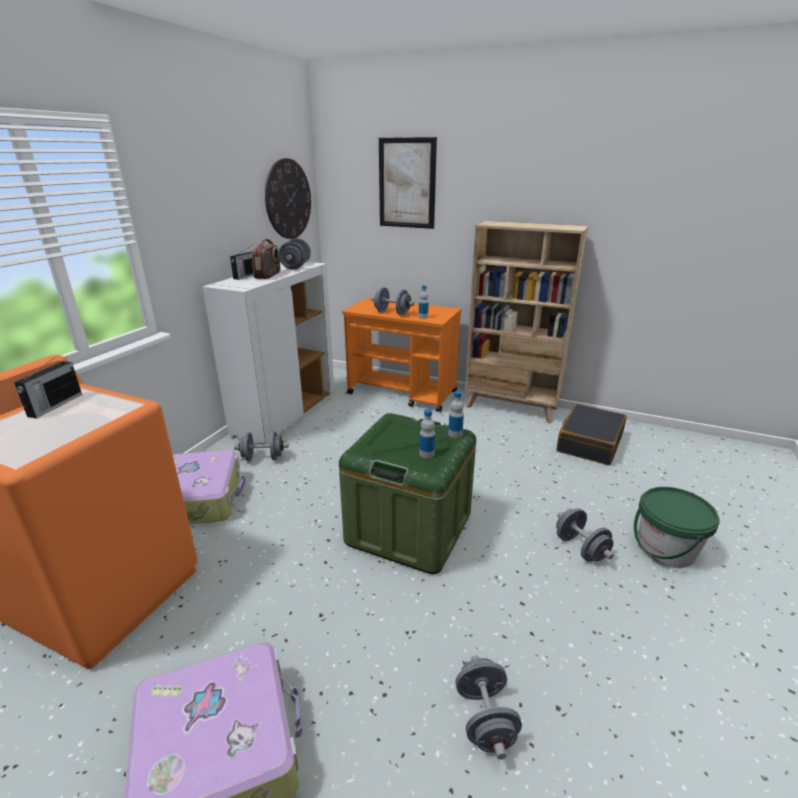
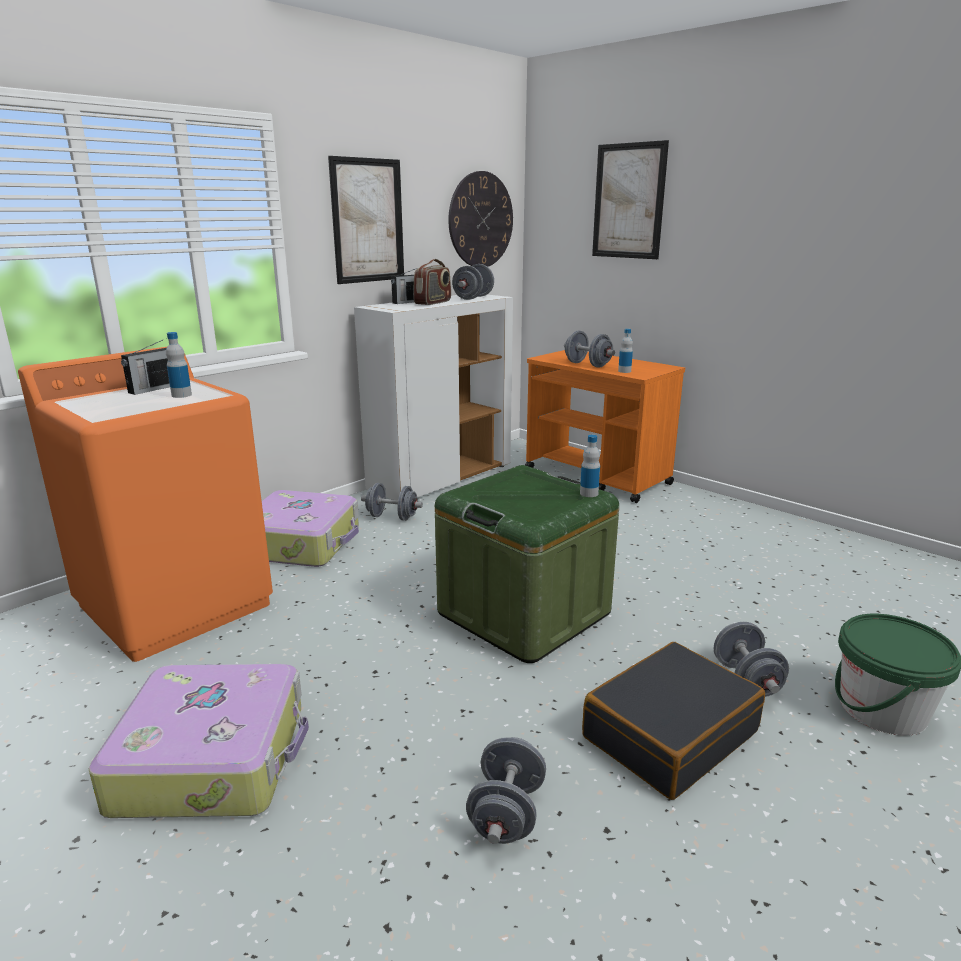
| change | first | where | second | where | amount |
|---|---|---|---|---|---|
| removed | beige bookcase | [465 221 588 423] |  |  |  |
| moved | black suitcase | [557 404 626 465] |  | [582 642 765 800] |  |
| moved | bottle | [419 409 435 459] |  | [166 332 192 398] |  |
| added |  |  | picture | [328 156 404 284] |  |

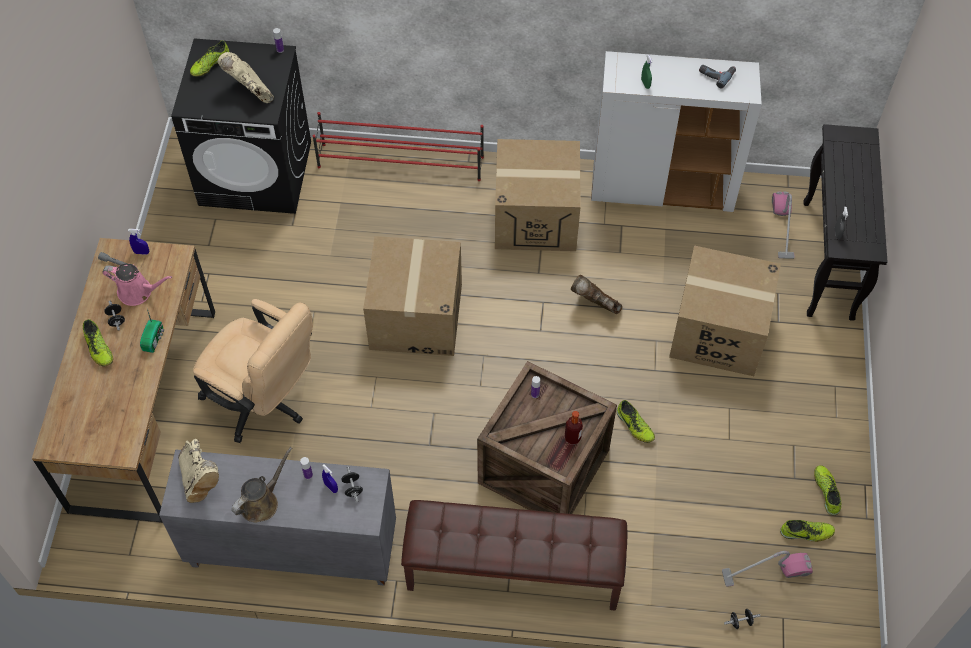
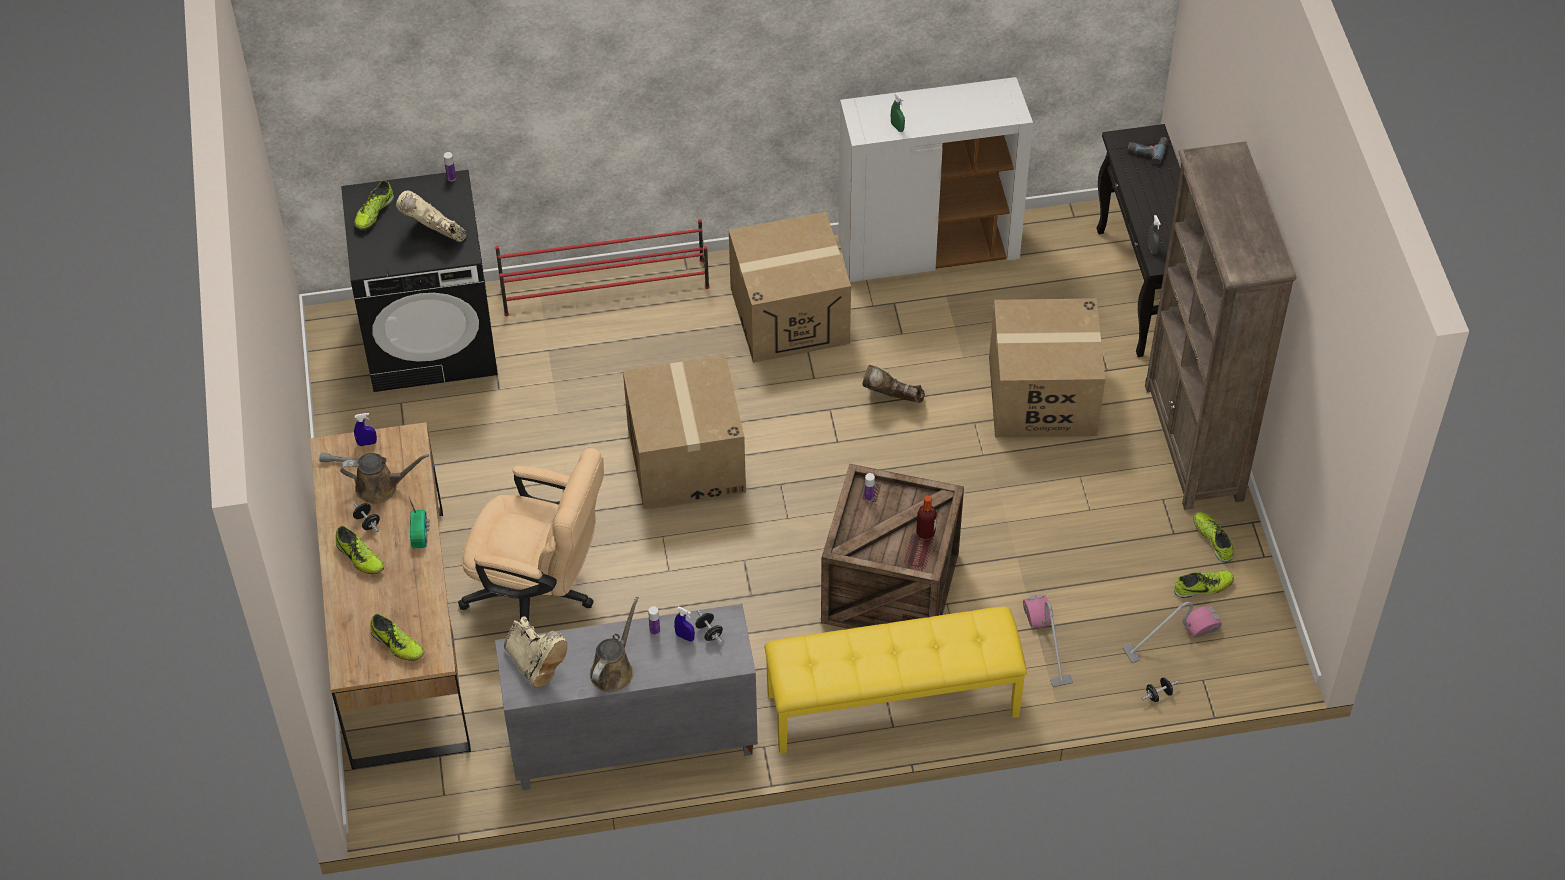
| change | first | where | second | where | amount |
|---|---|---|---|---|---|
| moved | power drill | [699 65 736 89] |  | [1127 137 1168 164] |  |
| moved | vacuum cleaner | [772 191 795 259] |  | [1023 594 1073 687] |  |
| recoloured | pink watering can | [102 263 172 306] | brown watering can | [340 453 429 504] |  |
| moved | shoe | [617 400 655 443] |  | [371 613 424 661] |  |
| recoloured | brown bench | [401 500 627 611] | yellow bench | [764 607 1027 753] |  |
| added |  |  | brown bookcase | [1145 141 1296 510] |  |

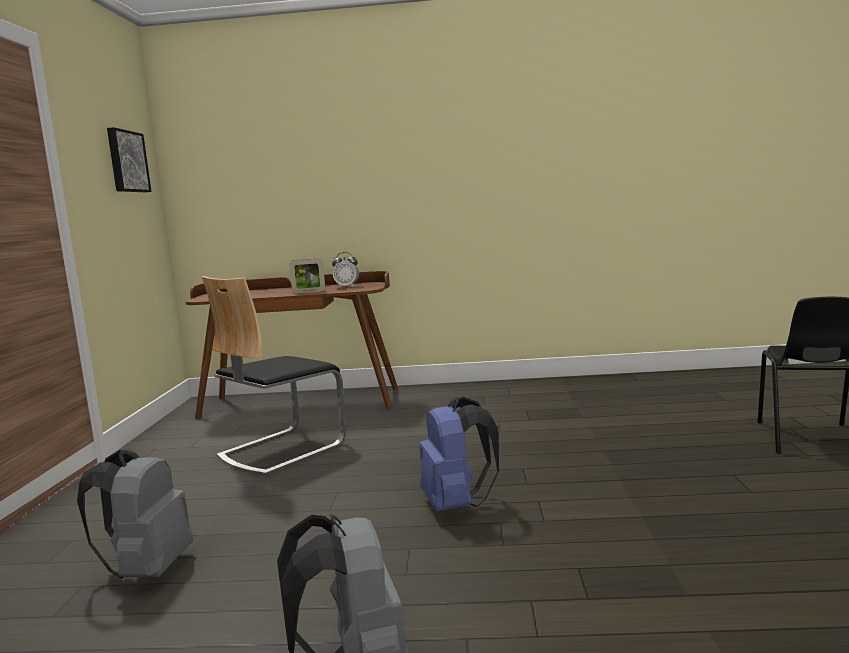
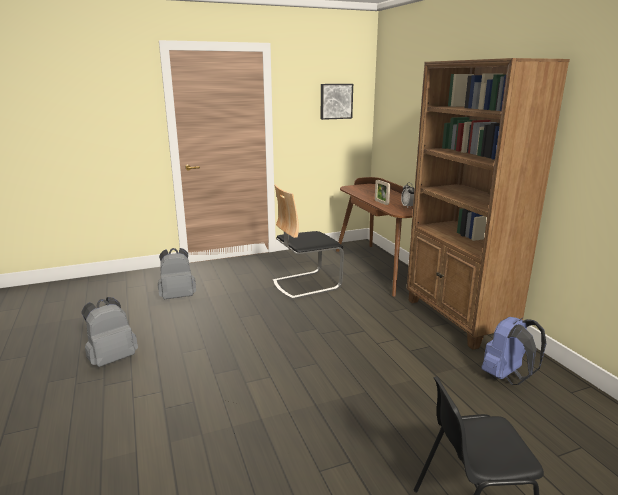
| change | first | where | second | where | amount |
|---|---|---|---|---|---|
| turned | chair | [202 276 346 476] |  | [273 185 344 300] | 45 degrees counterclockwise |
| moved | blue backpack | [419 397 499 512] |  | [481 317 546 385] |  |
| added |  |  | brown bookcase | [407 58 570 350] |  |

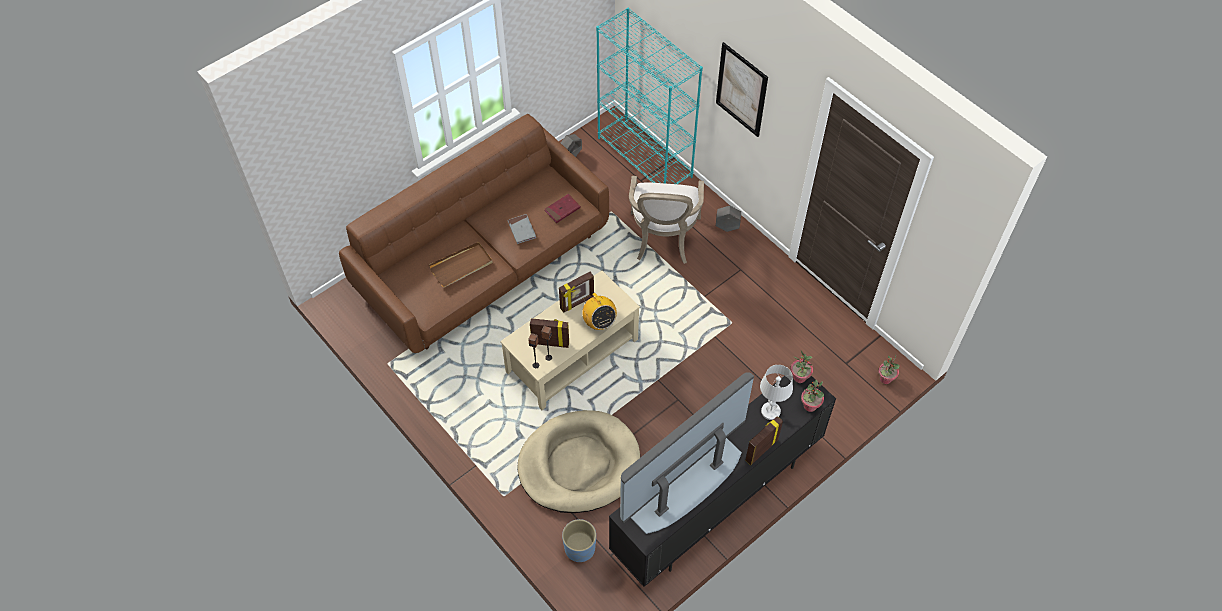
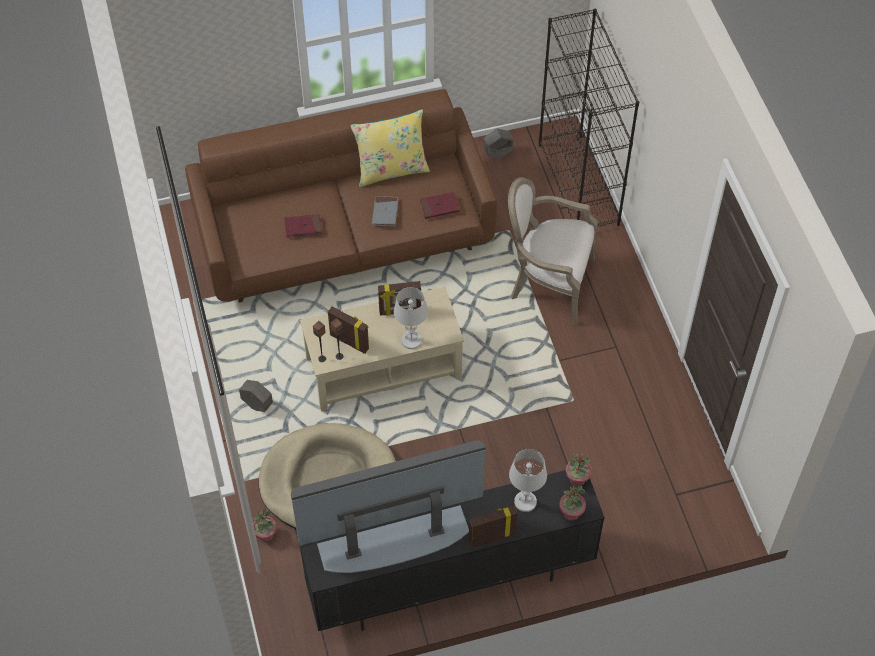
| change | first | where | second | where | amount |
|---|---|---|---|---|---|
| recoloured | turquoise bookcase | [596 8 703 184] | black bookcase | [539 9 639 227] |  |
| removed | picture | [716 42 768 137] |  |  |  |
| turned | armchair | [629 176 704 264] |  | [508 177 598 325] | 75 degrees clockwise |
| moved | grey planter | [716 206 741 232] |  | [239 380 273 412] |  |
| replaced | brown tray | [428 242 493 287] | red book | [284 214 322 238] |  |
| replaced | radio | [582 293 617 330] | white table lamp | [394 287 428 349] |  |
| moved | potted plant | [878 355 899 384] |  | [252 508 277 542] |  |
| removed | blue planter | [562 519 596 562] |  |  |  |
| added |  |  | yellow pillow | [350 109 430 187] |  |

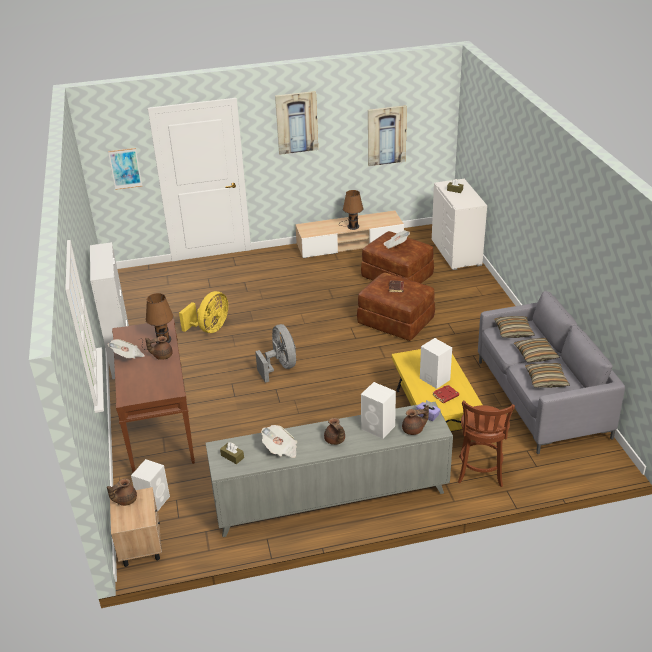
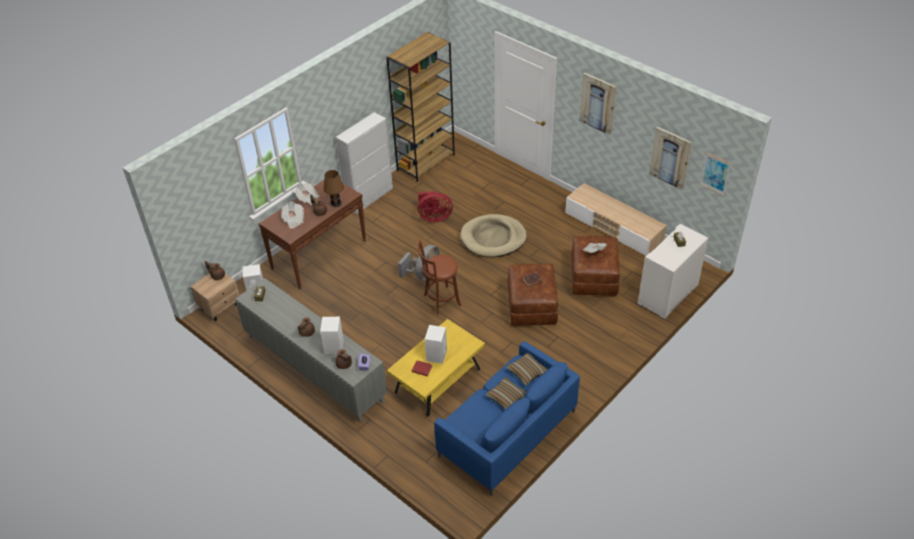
| change | first | where | second | where | amount |
|---|---|---|---|---|---|
| moved | picture | [108 148 142 190] |  | [700 153 731 195] |  |
| removed | brown table lamp | [340 190 363 230] |  |  |  |
| recoloured | yellow fan | [179 291 228 333] | red fan | [418 191 453 222] |  |
| recoloured | grey sofa | [478 291 625 454] | blue sofa | [434 341 580 496] |  |
| removed | pillow | [525 363 570 388] |  |  |  |
| moved | brown stool | [458 400 515 487] |  | [417 240 461 315] |  |
| moved | newspaper | [261 425 297 458] |  | [281 202 304 229] |  |
| added |  |  | brown bookcase | [386 32 455 182] |  |
| added |  |  | beige dog bed | [460 214 527 257] |  |

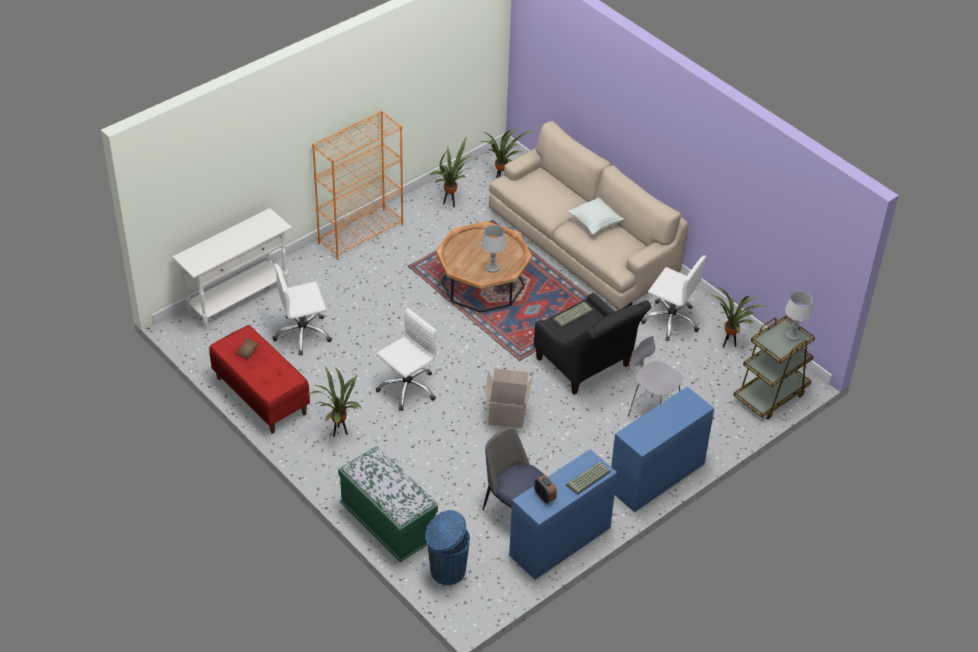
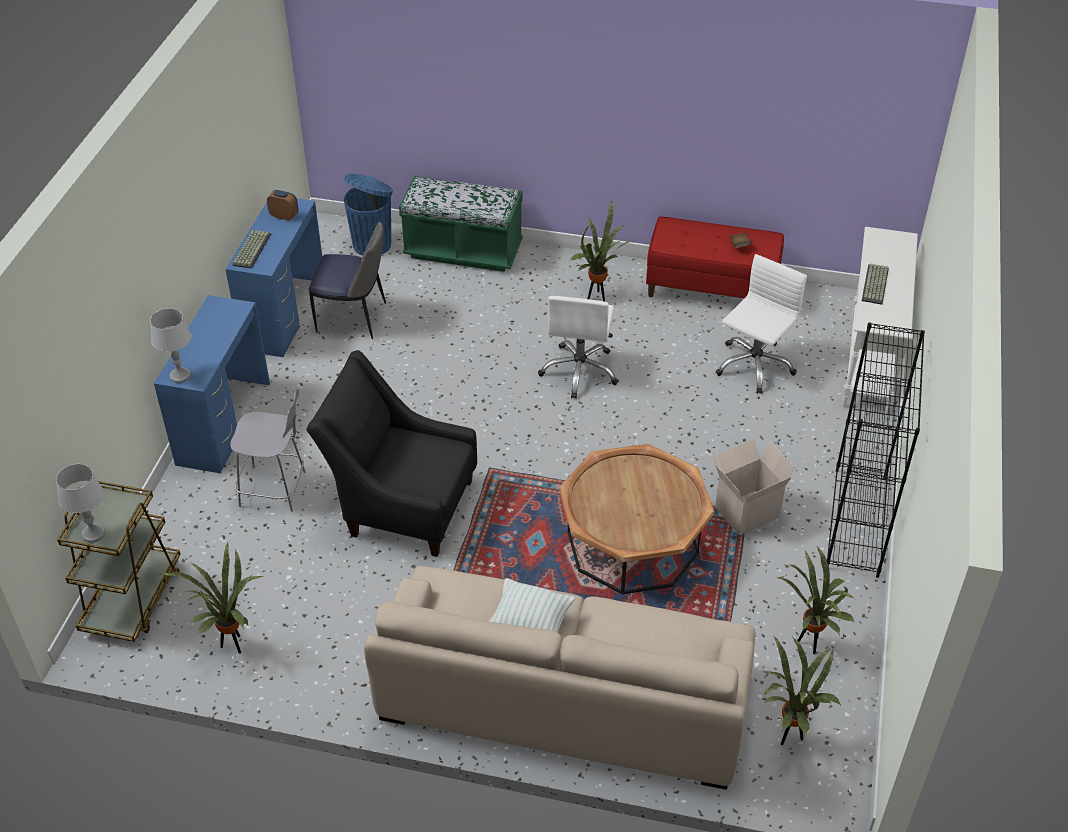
| change | first | where | second | where | amount |
|---|---|---|---|---|---|
| recoloured | orange bookcase | [312 111 403 260] | black bookcase | [827 322 925 578] |  |
| moved | grey table lamp | [481 225 506 273] |  | [150 308 191 383] |  |
| removed | white office chair | [641 255 706 341] |  |  |  |
| moved | keyboard | [553 302 594 328] |  | [862 263 889 305] |  |
| moved | cardboard box | [484 368 533 428] |  | [713 439 794 535] |  |

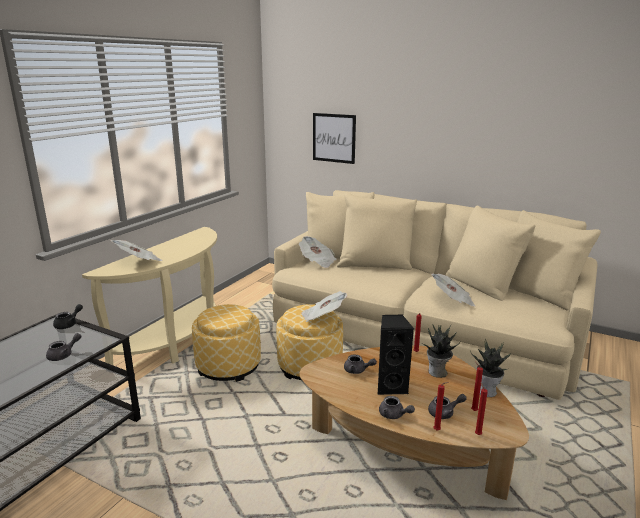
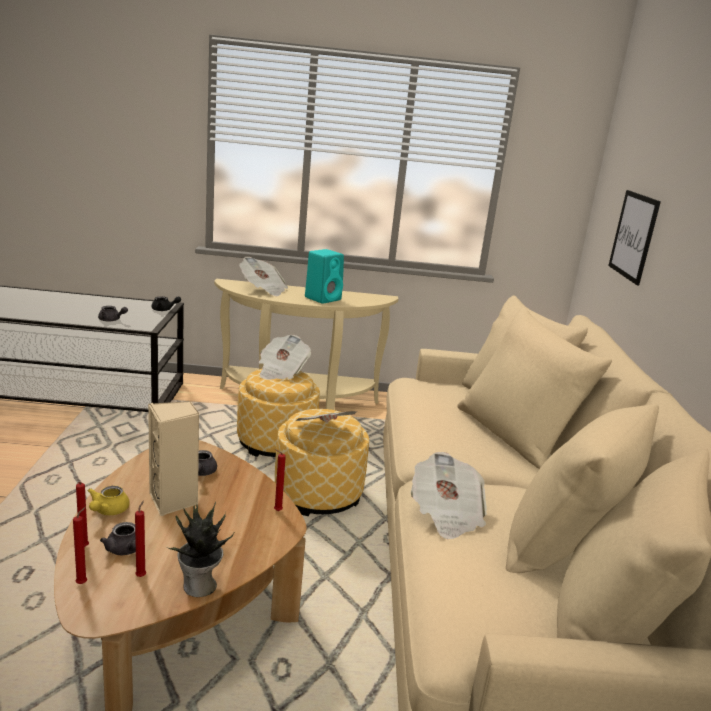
| change | first | where | second | where | amount |
|---|---|---|---|---|---|
| moved | newspaper | [299 236 337 268] |  | [259 335 311 379] |  |
| recoloured | black speaker | [377 315 414 395] | beige speaker | [148 401 200 516] |  |
| removed | potted plant | [423 325 459 378] |  |  |  |
| recoloured | grey teapot | [379 396 415 419] | yellow teapot | [88 486 130 515] |  |
| added |  |  | turquoise speaker | [305 249 344 304] |  |

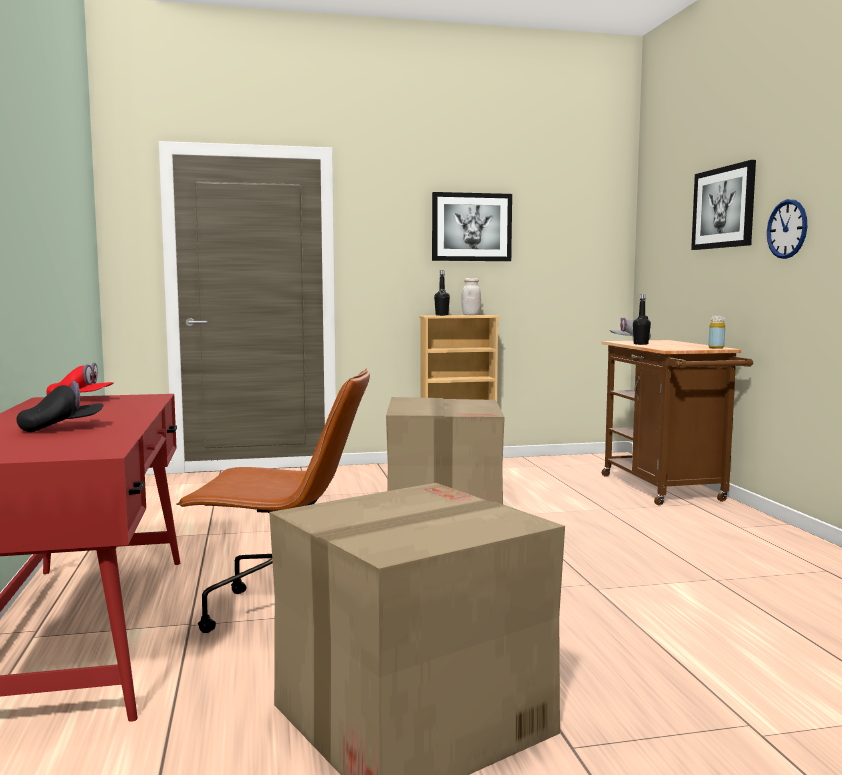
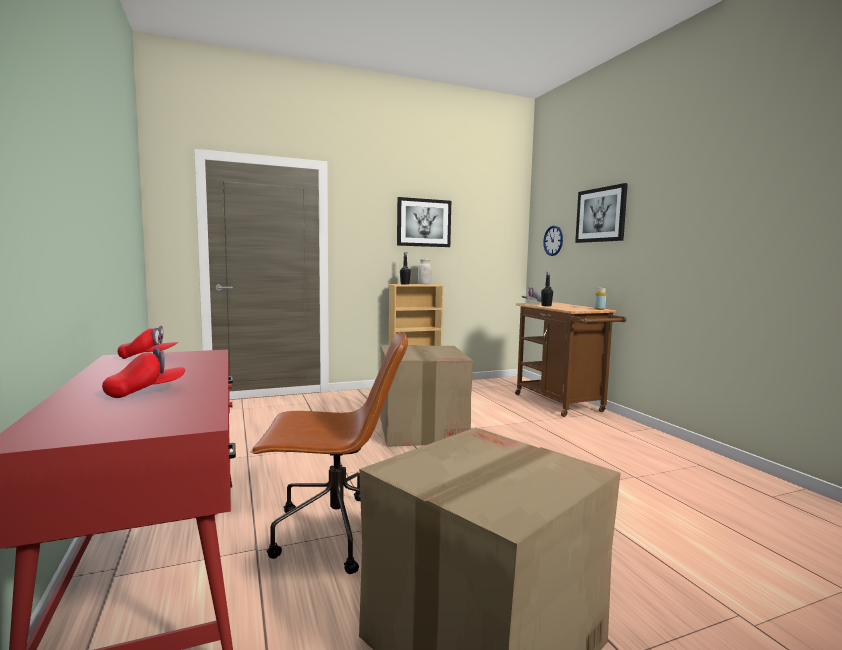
| change | first | where | second | where | amount |
|---|---|---|---|---|---|
| moved | wall clock | [767 199 807 259] |  | [543 225 563 256] |  |
| recoloured | black cap | [16 381 104 432] | red cap | [102 348 185 398] |  |

